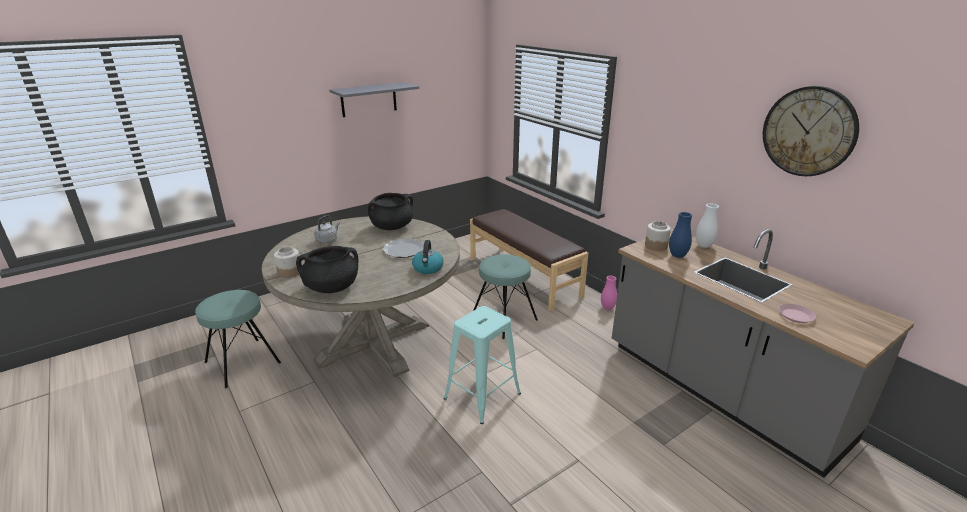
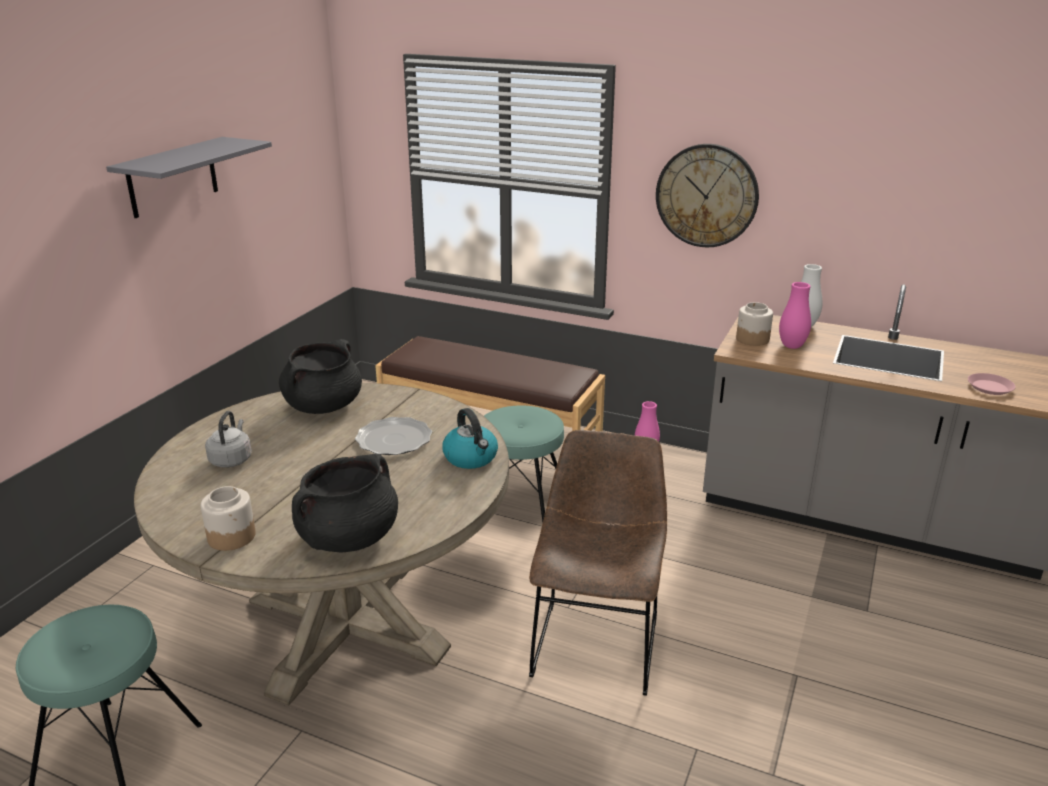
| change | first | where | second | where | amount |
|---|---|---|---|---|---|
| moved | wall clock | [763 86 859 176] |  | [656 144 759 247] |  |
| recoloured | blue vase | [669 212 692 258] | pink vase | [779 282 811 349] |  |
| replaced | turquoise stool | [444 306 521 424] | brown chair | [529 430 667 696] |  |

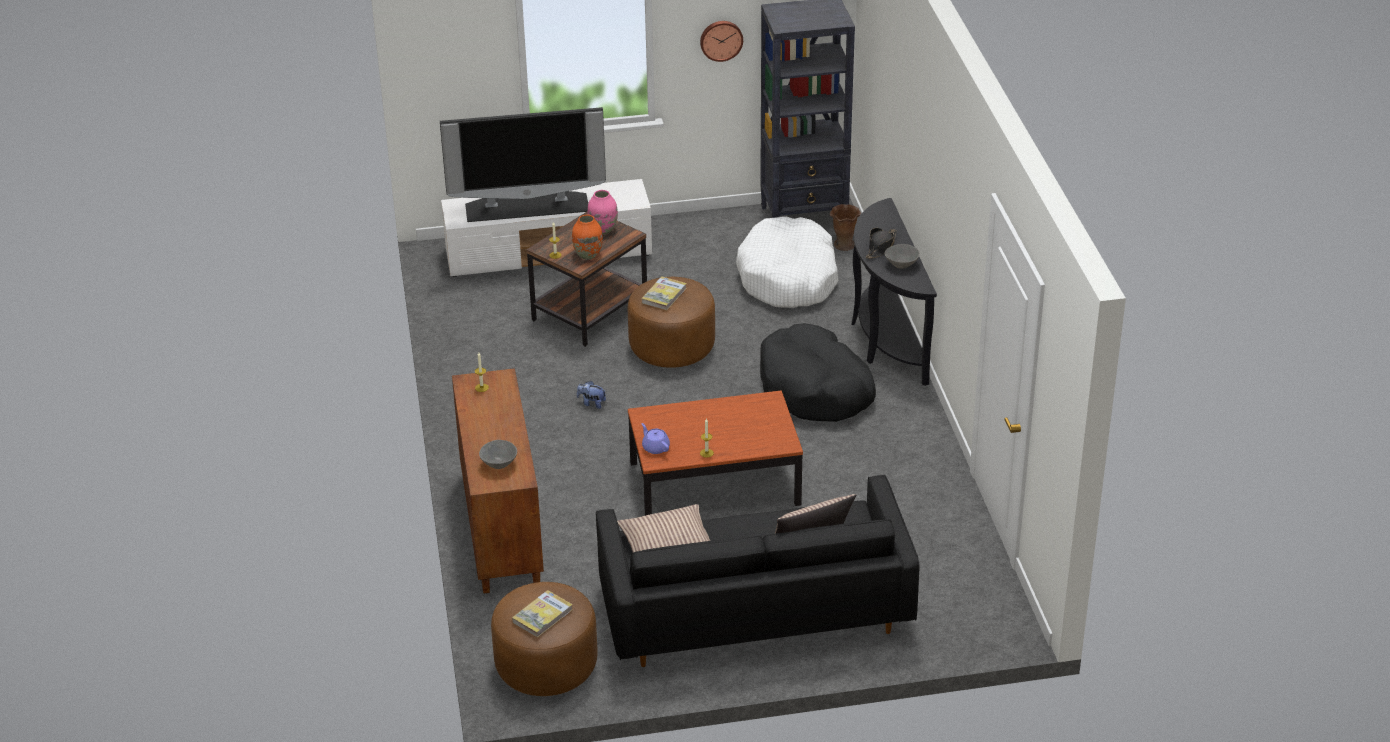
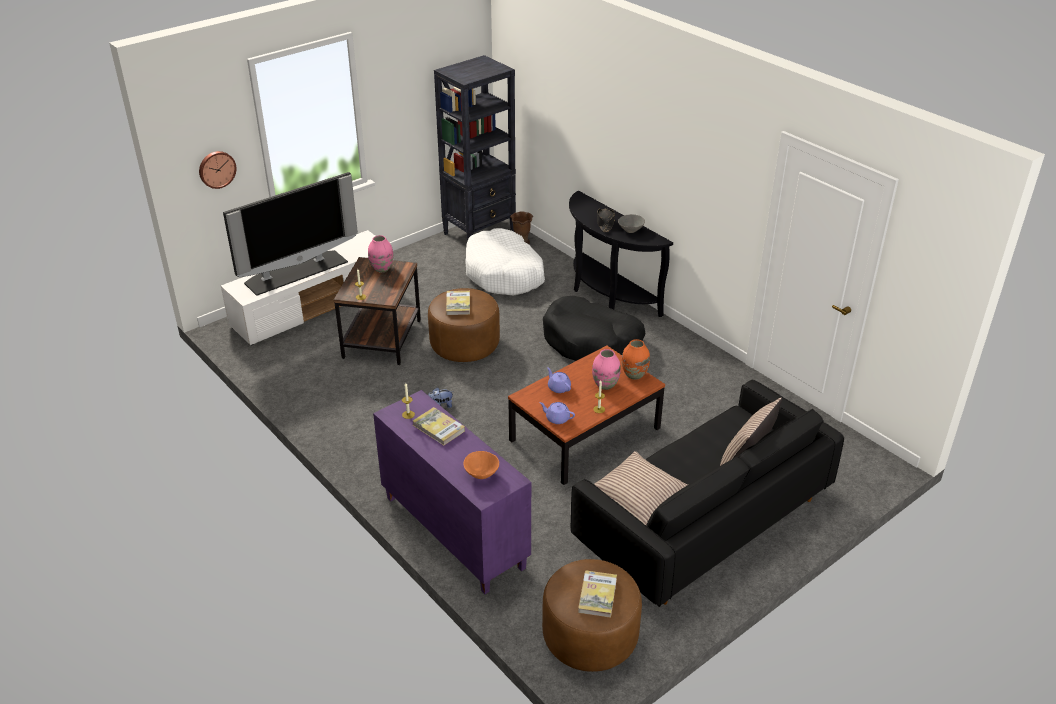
| change | first | where | second | where | amount |
|---|---|---|---|---|---|
| moved | wall clock | [700 21 743 62] |  | [199 151 237 189] |  |
| moved | orange vase | [572 215 603 260] |  | [622 339 650 380] |  |
| recoloured | brown cabinet | [452 368 544 594] | purple cabinet | [373 390 531 594] |  |
| recoloured | grey bowl | [479 440 517 469] | orange bowl | [464 451 499 479] |  |
| added |  |  | pink vase | [592 349 621 390] |  |
| added |  |  | purple teapot | [547 367 571 393] |  |
| added |  |  | book | [413 407 465 445] |  |

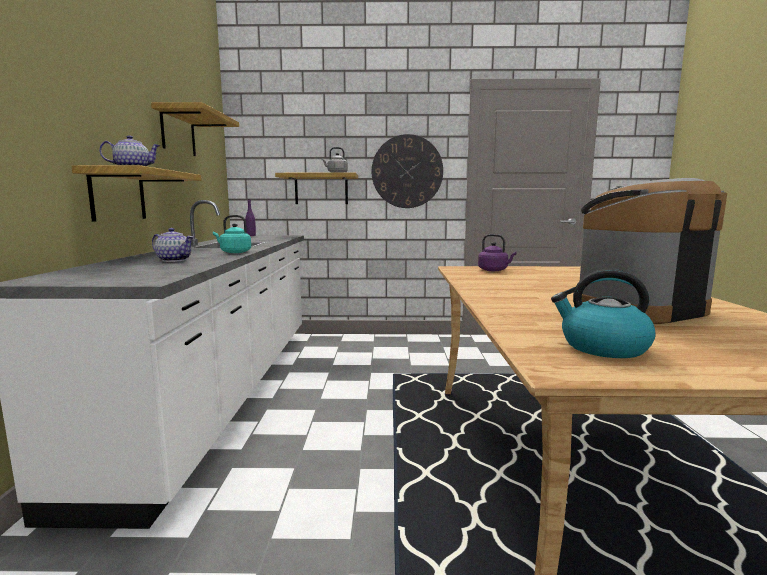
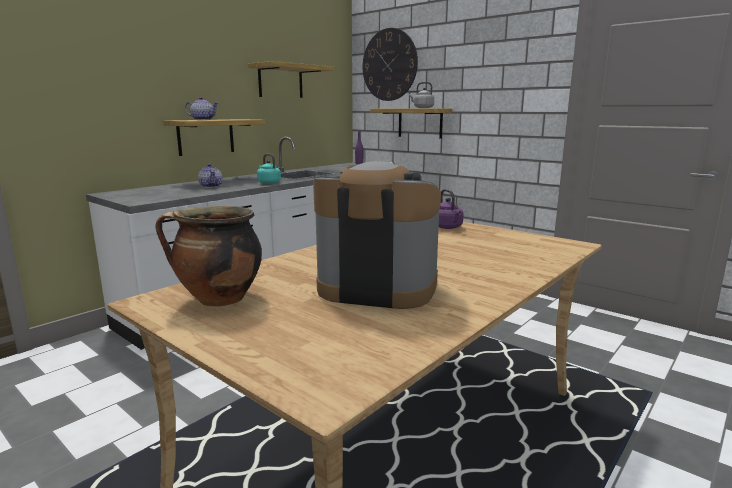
| change | first | where | second | where | amount |
|---|---|---|---|---|---|
| moved | wall clock | [372 134 443 208] |  | [363 28 418 101] |  |
| replaced | kettle | [551 269 656 358] | cooking pot | [156 206 262 306] |  |

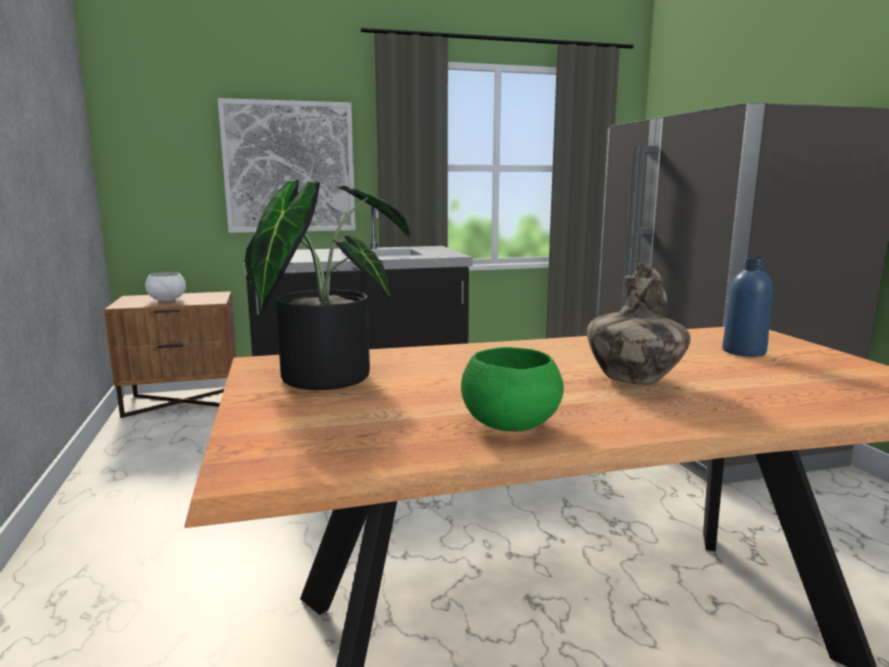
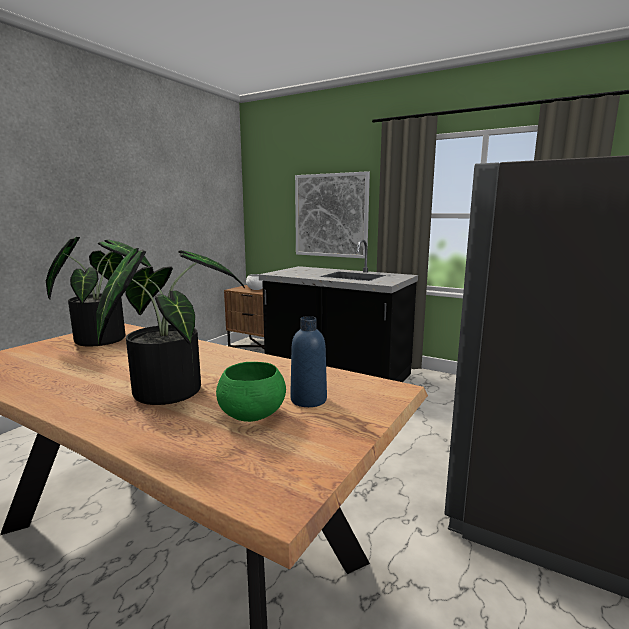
| change | first | where | second | where | amount |
|---|---|---|---|---|---|
| replaced | vase | [587 263 691 385] | potted plant | [96 248 245 405] |  |
| moved | green bowl | [461 347 564 431] |  | [216 362 286 422] |  |

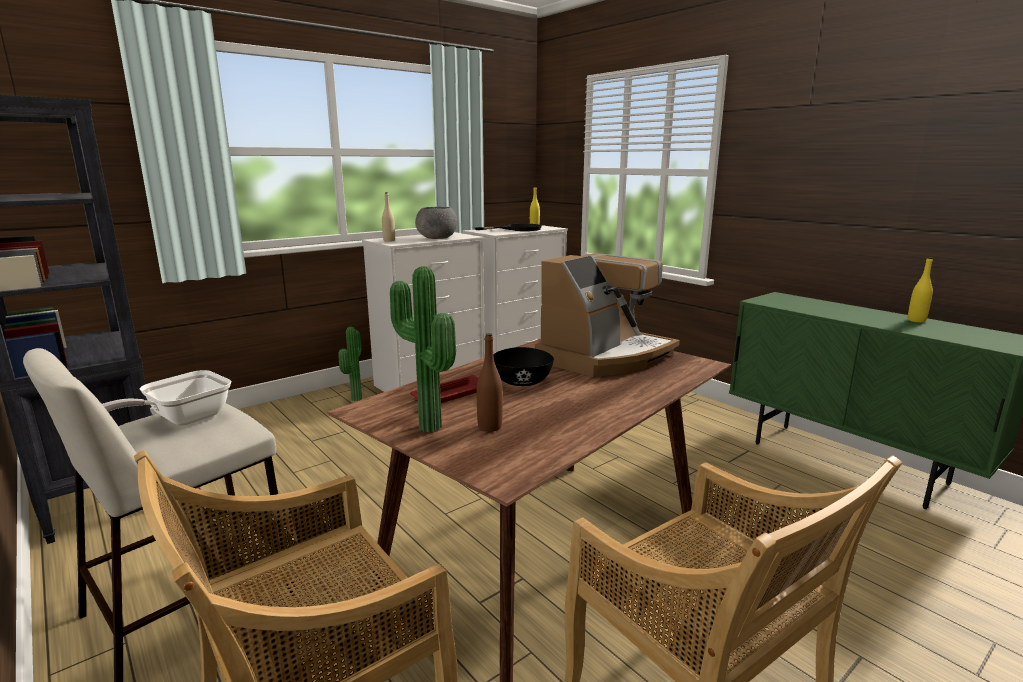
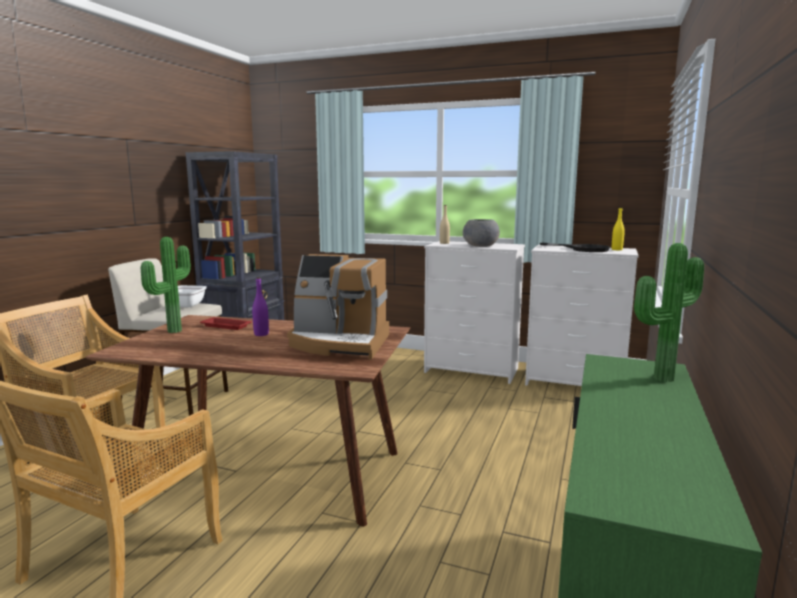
| change | first | where | second | where | amount |
|---|---|---|---|---|---|
| removed | yellow bottle | [908 257 933 323] |  |  |  |
| moved | potted plant | [338 327 362 401] |  | [634 243 704 382] |  |
| removed | brown bottle | [477 333 503 432] |  |  |  |
| replaced | black bowl | [493 347 554 386] | purple bottle | [252 277 269 336] |  |

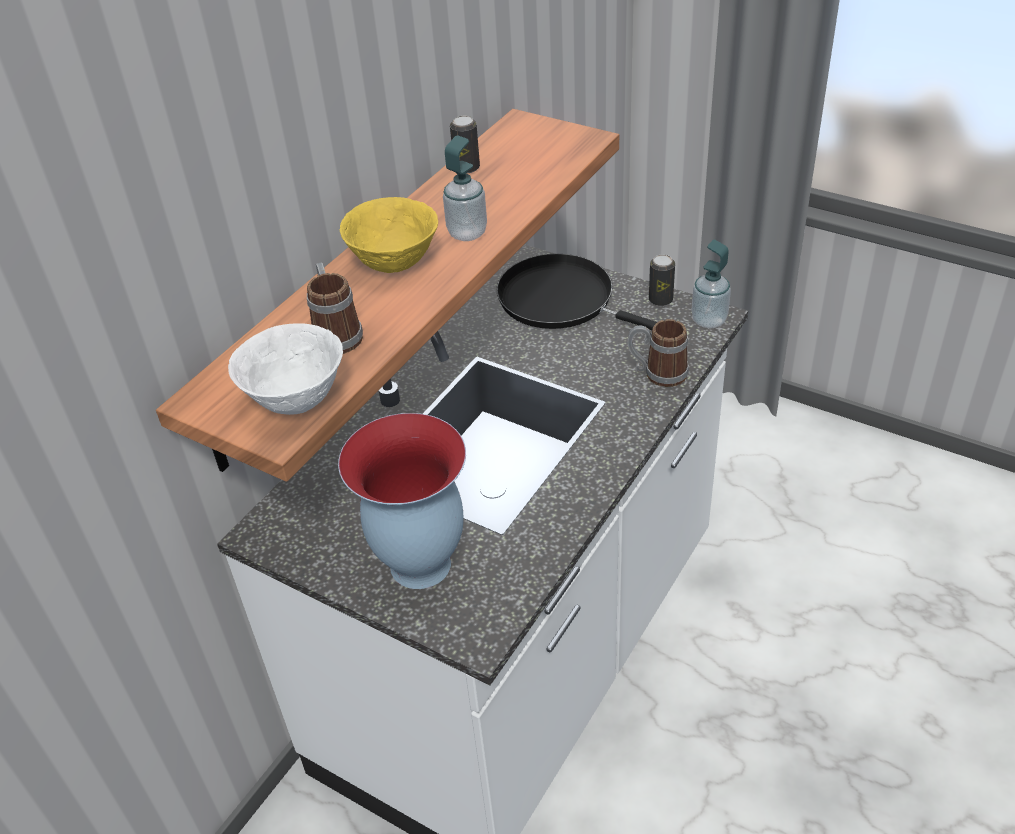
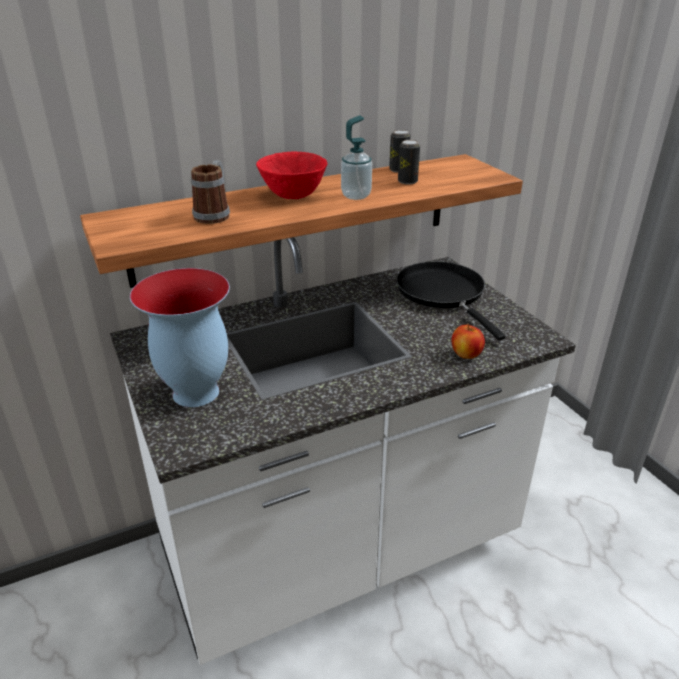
| change | first | where | second | where | amount |
|---|---|---|---|---|---|
| recoloured | yellow bowl | [340 197 438 273] | red bowl | [256 151 328 199] |  |
| removed | soap dispenser | [692 240 731 328] |  |  |  |
| moved | can | [649 255 675 306] |  | [398 140 420 185] |  |
| replaced | mug | [628 319 689 387] | apple | [451 324 485 359] |  |
| removed | white bowl | [228 323 343 415] |  |  |  |

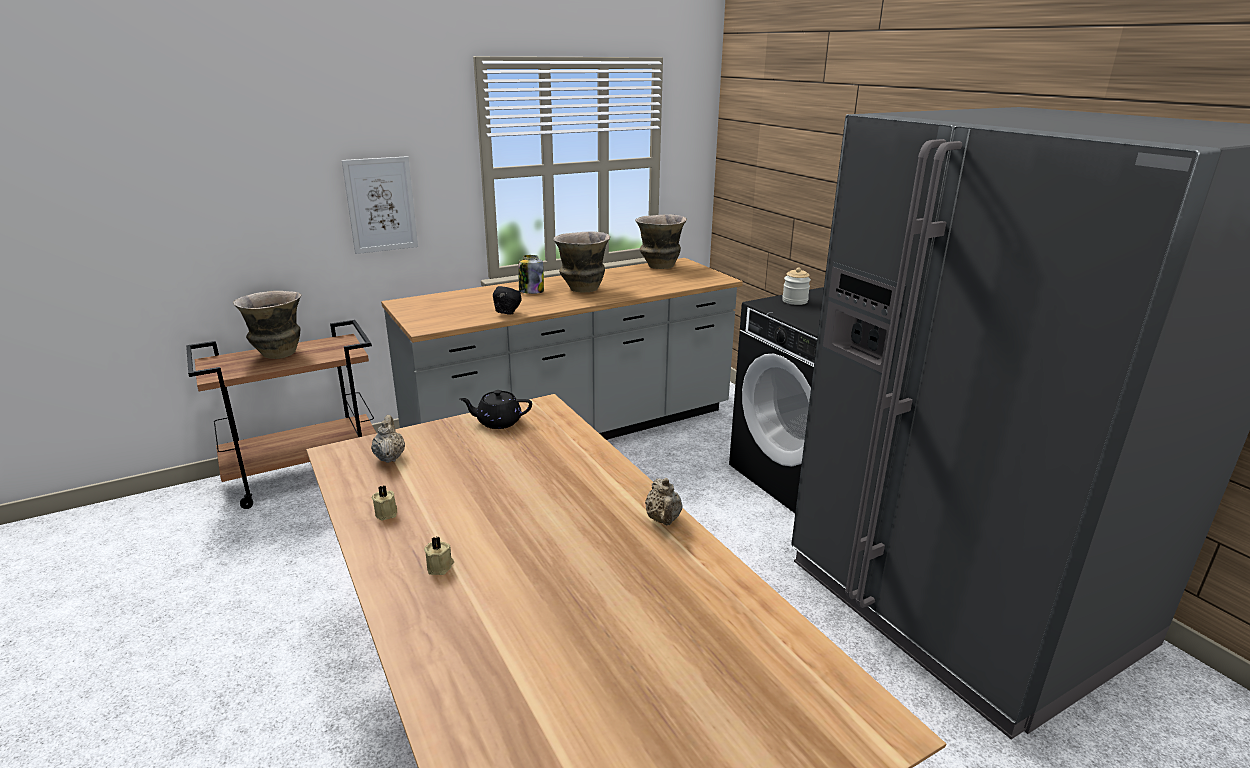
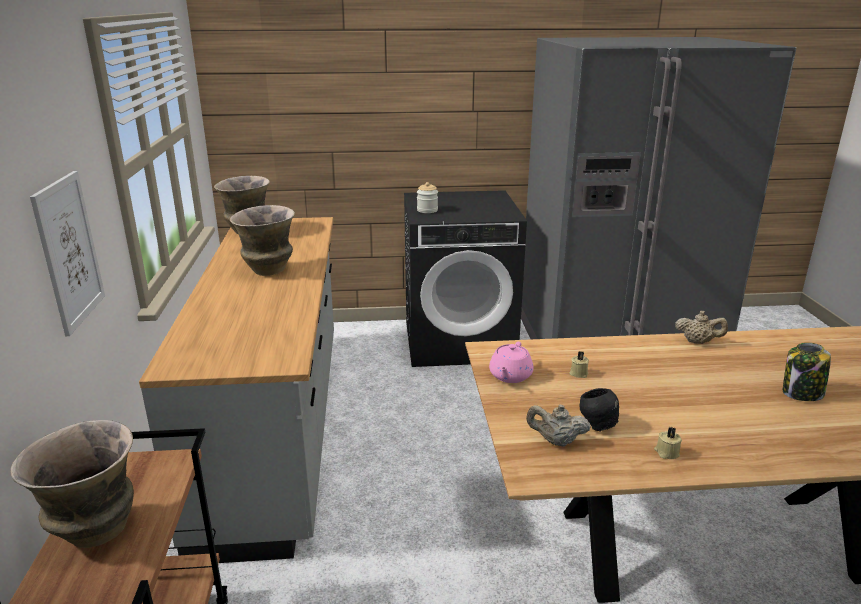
| change | first | where | second | where | amount |
|---|---|---|---|---|---|
| moved | jar | [518 255 544 294] |  | [783 343 831 401] |  |
| moved | black bowl | [493 286 521 315] |  | [580 388 619 432] |  |
| recoloured | black teapot | [459 390 532 429] | pink teapot | [489 342 533 383] |  |
| moved | beige candle | [424 537 454 575] |  | [569 351 589 378] |  |

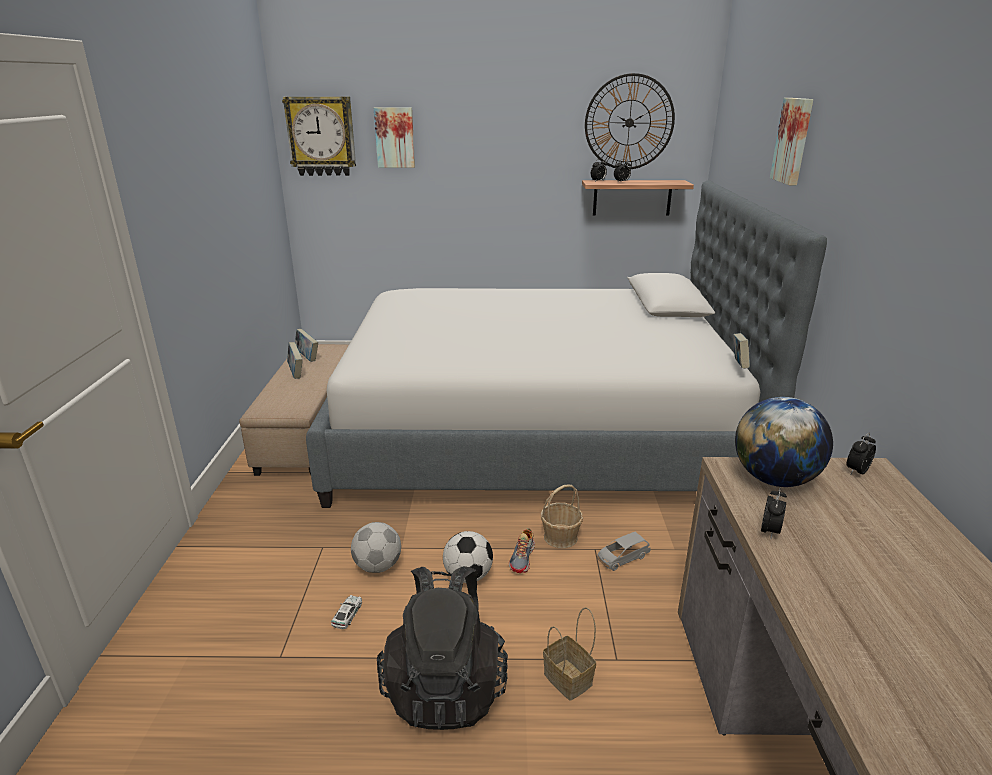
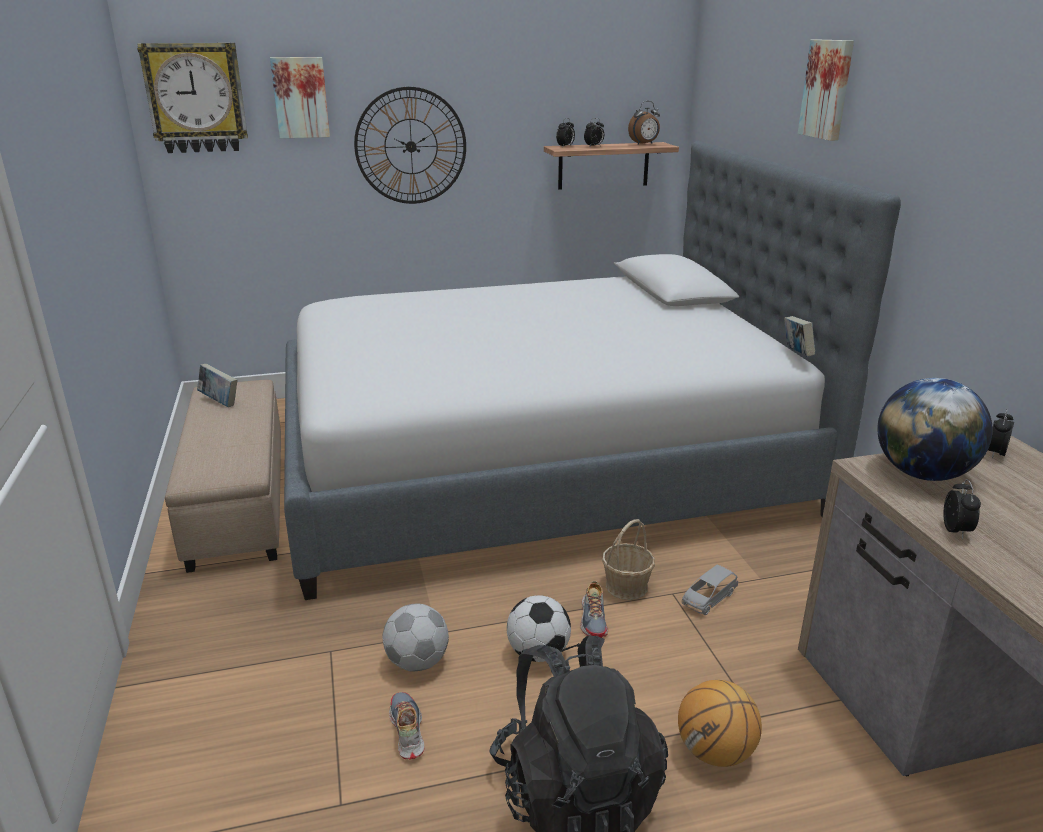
| change | first | where | second | where | amount |
|---|---|---|---|---|---|
| moved | wall clock | [585 73 675 170] |  | [354 87 466 204] |  |
| removed | book | [287 342 303 379] |  |  |  |
| replaced | toy car | [331 595 362 629] | shoe | [389 692 425 760] |  |
| replaced | basket | [543 607 596 701] | basketball | [678 680 762 767] |  |
| added |  |  | alarm clock | [628 101 660 145] |  |

